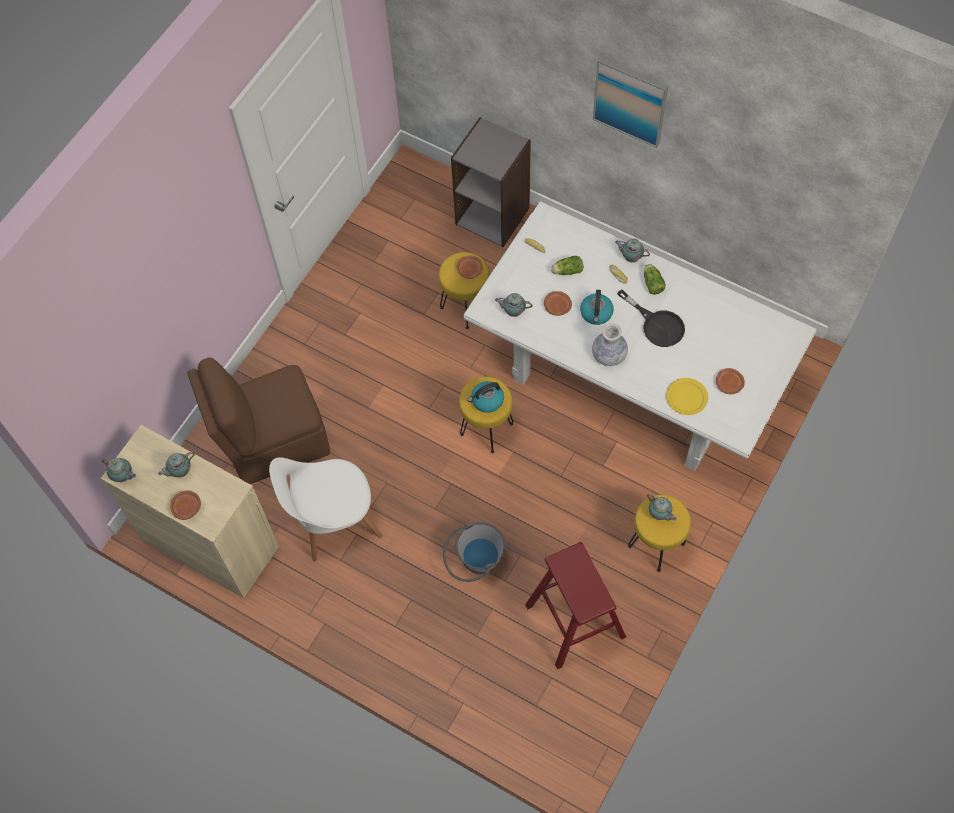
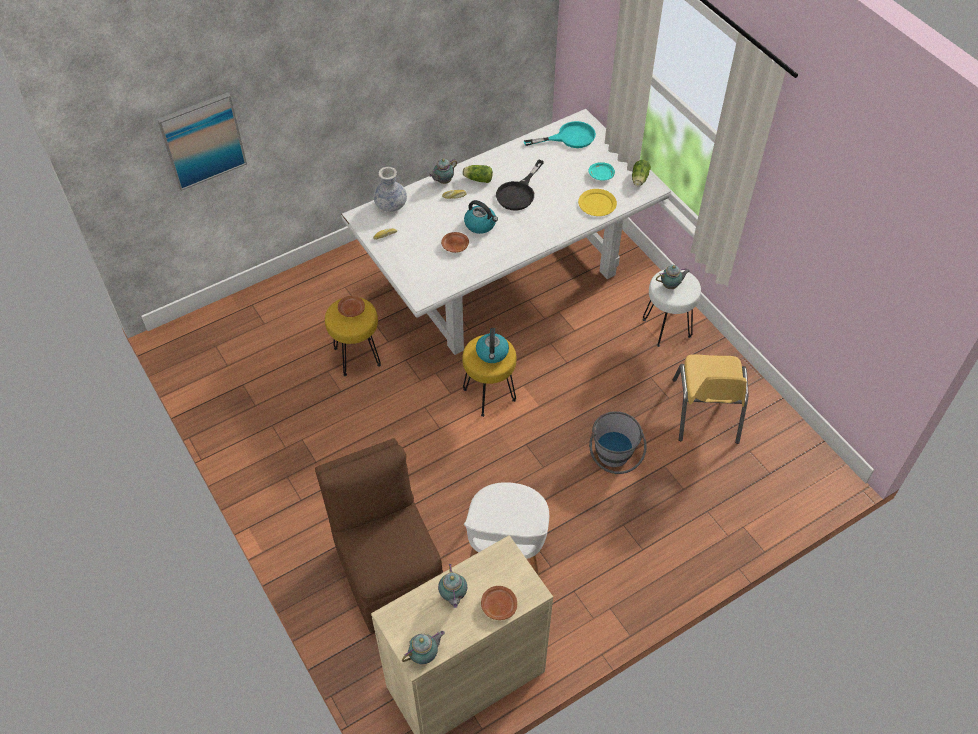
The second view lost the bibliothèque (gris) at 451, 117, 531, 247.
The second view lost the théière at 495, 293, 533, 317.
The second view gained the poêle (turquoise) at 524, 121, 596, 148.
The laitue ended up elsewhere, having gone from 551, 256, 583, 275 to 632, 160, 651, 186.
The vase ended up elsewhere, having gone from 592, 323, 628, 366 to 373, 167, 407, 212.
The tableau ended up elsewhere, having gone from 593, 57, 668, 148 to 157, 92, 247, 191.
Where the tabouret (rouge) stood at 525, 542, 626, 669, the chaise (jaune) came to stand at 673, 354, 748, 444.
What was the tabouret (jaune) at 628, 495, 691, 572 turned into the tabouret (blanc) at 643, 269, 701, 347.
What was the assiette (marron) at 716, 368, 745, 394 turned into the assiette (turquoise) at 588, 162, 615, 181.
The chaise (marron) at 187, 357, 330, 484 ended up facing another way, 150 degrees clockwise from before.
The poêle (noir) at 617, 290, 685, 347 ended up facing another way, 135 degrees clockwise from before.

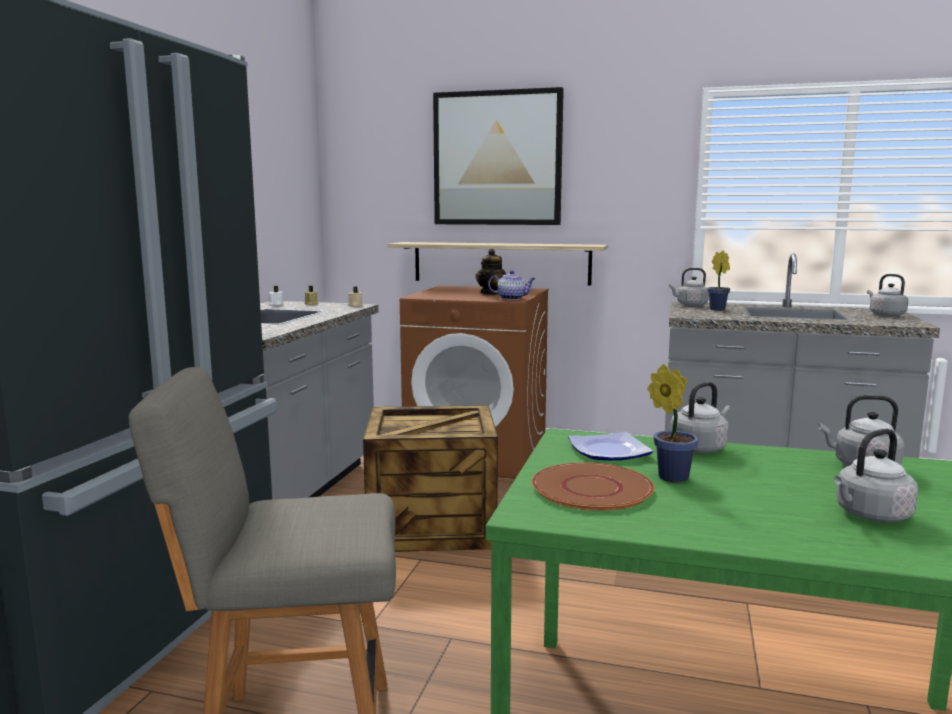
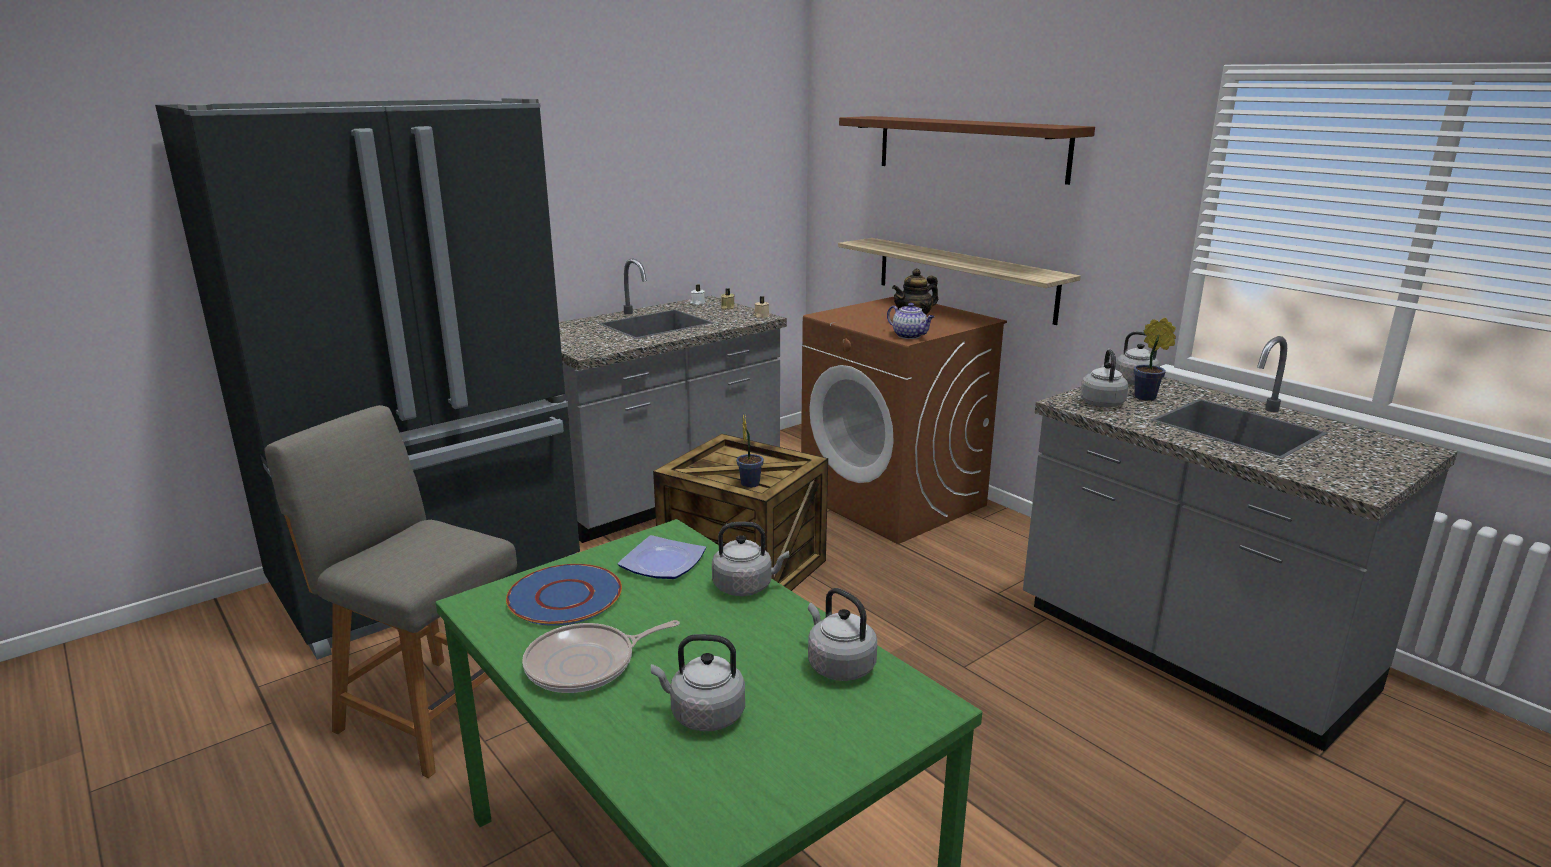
The second view gained the poêle at 522, 620, 680, 693.
The plante en pot ended up elsewhere, having gone from 647, 364, 698, 483 to 736, 414, 764, 488.
The bouilloire (gris) ended up elsewhere, having gone from 867, 274, 909, 316 to 1080, 349, 1128, 407.
Where the tableau hung at 433, 87, 564, 225, the étagère (marron) came to hang at 839, 116, 1095, 185.
What was the assiette (marron) at 532, 463, 654, 511 turned into the assiette (bleu) at 506, 564, 622, 626.

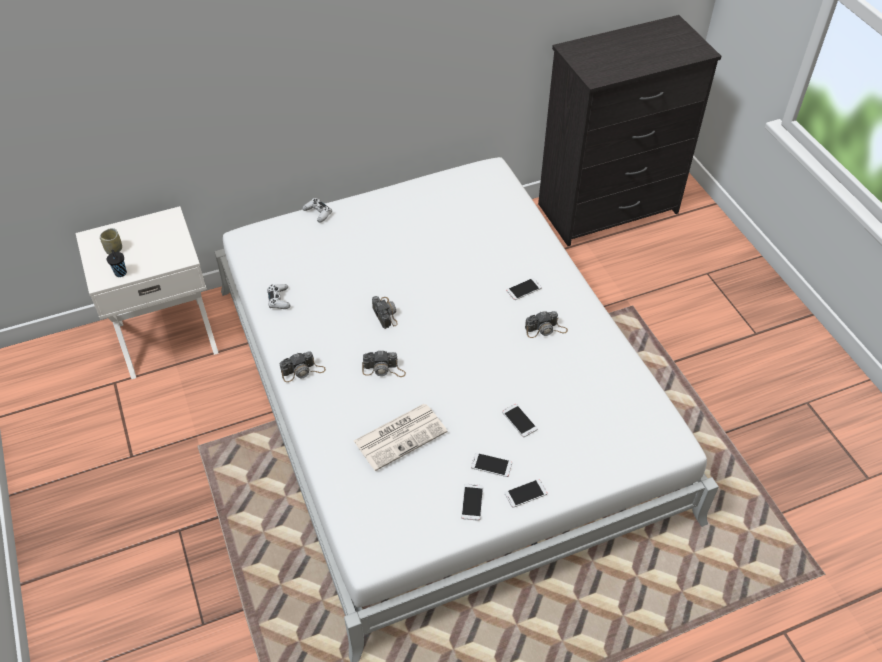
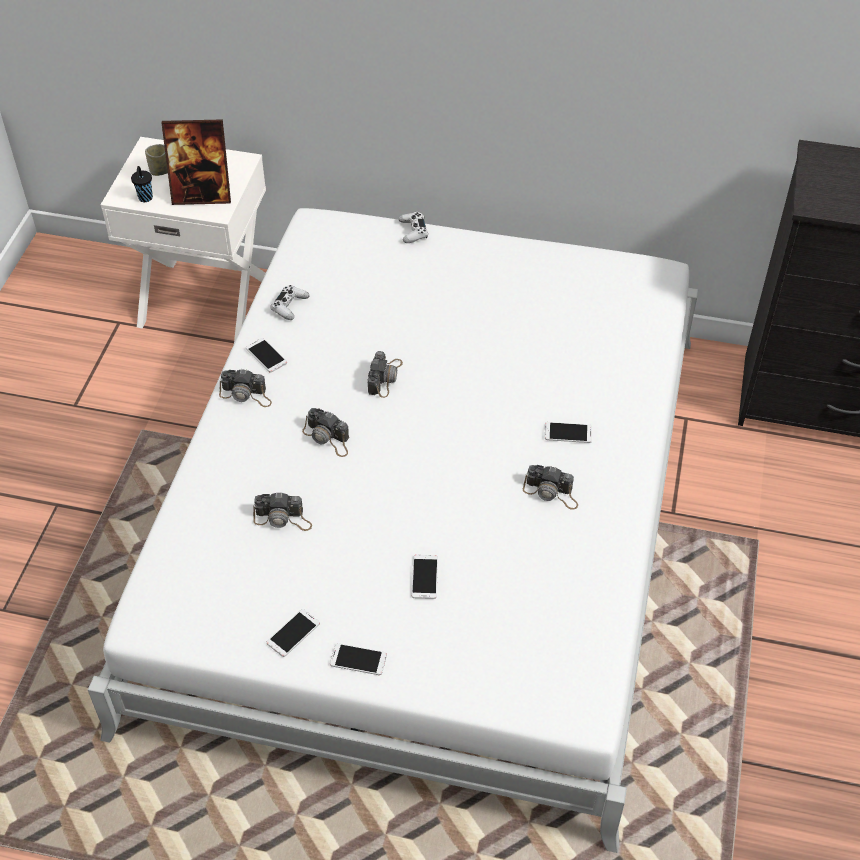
The second view gained the cadre photo at 161, 119, 231, 205.
The téléphone ended up elsewhere, having gone from 471, 453, 512, 477 to 246, 338, 287, 373.
Where the journal stood at 354, 404, 447, 471, the appareil photo came to stand at 253, 492, 312, 531.

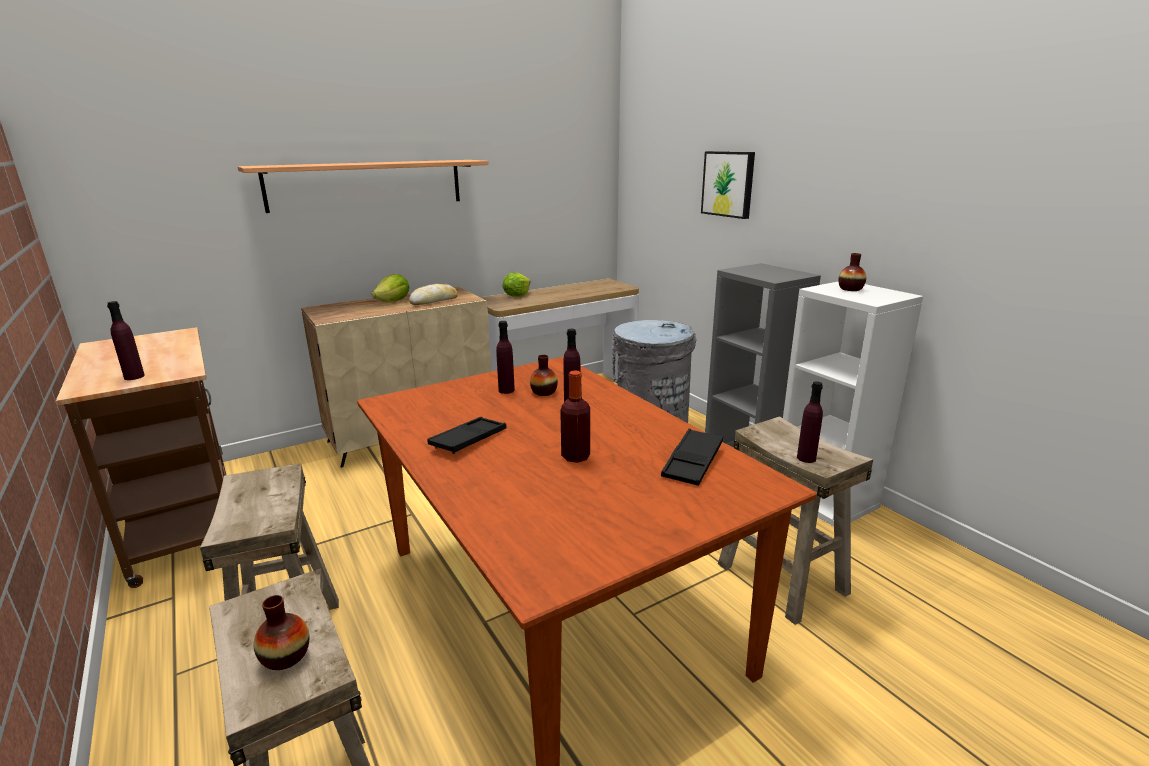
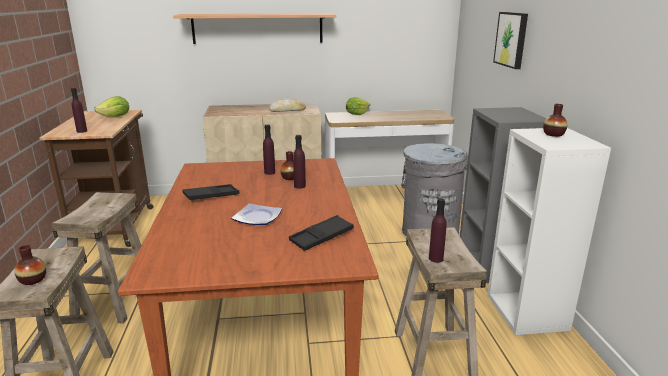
The laitue ended up elsewhere, having gone from 372, 274, 409, 302 to 94, 96, 129, 117.
Where the bouteille stood at 560, 370, 590, 463, the assiette came to stand at 231, 204, 282, 225.

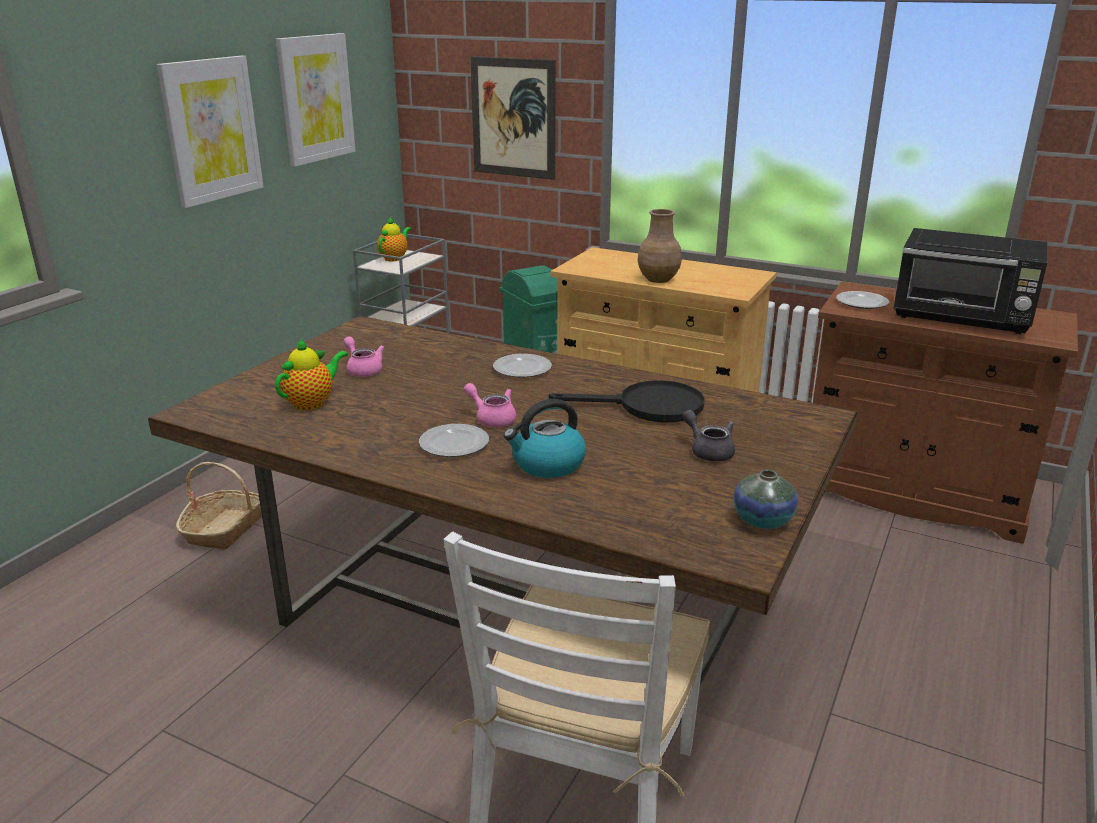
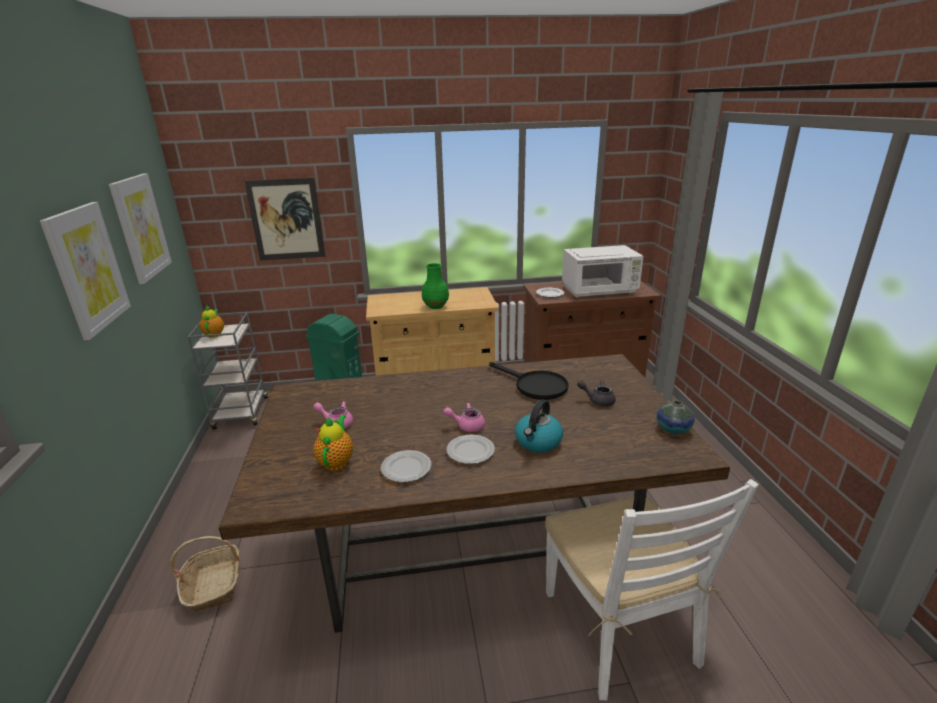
The assiette ended up elsewhere, having gone from 493, 354, 552, 378 to 381, 450, 431, 482.
What was the vase (marron) at 638, 209, 682, 283 turned into the vase (vert) at 422, 263, 449, 309.
What was the micro-ondes (noir) at 893, 228, 1047, 334 turned into the micro-ondes (blanc) at 562, 245, 644, 298.
The poêle (noir) at 549, 380, 705, 423 ended up facing another way, 75 degrees clockwise from before.

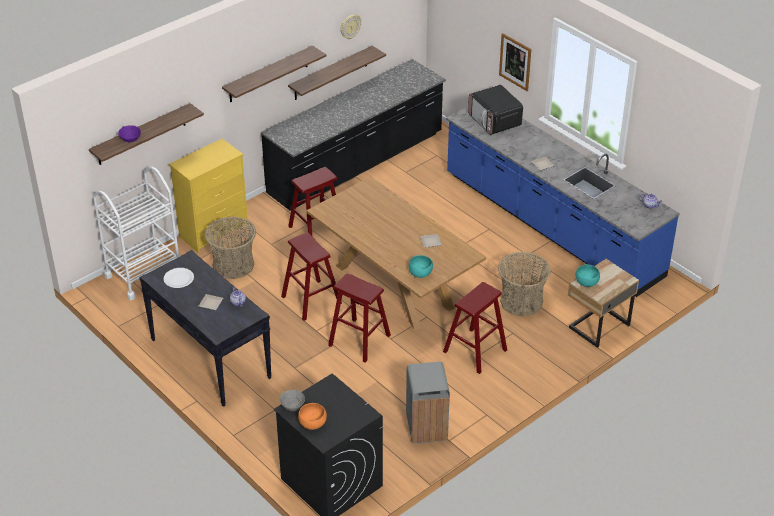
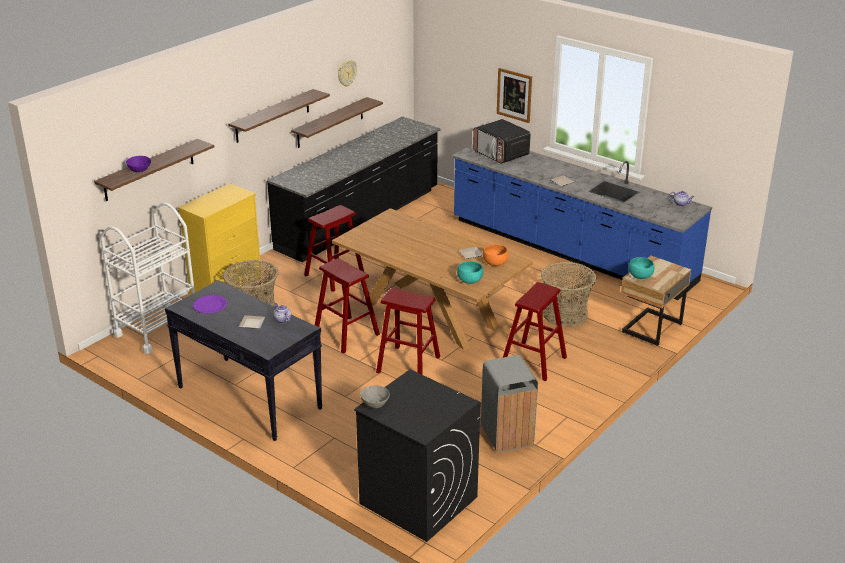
The bol (orange) ended up elsewhere, having gone from 298, 403, 327, 430 to 483, 244, 509, 266.
What was the assiette (blanc) at 163, 268, 194, 288 turned into the assiette (violet) at 193, 295, 227, 314.

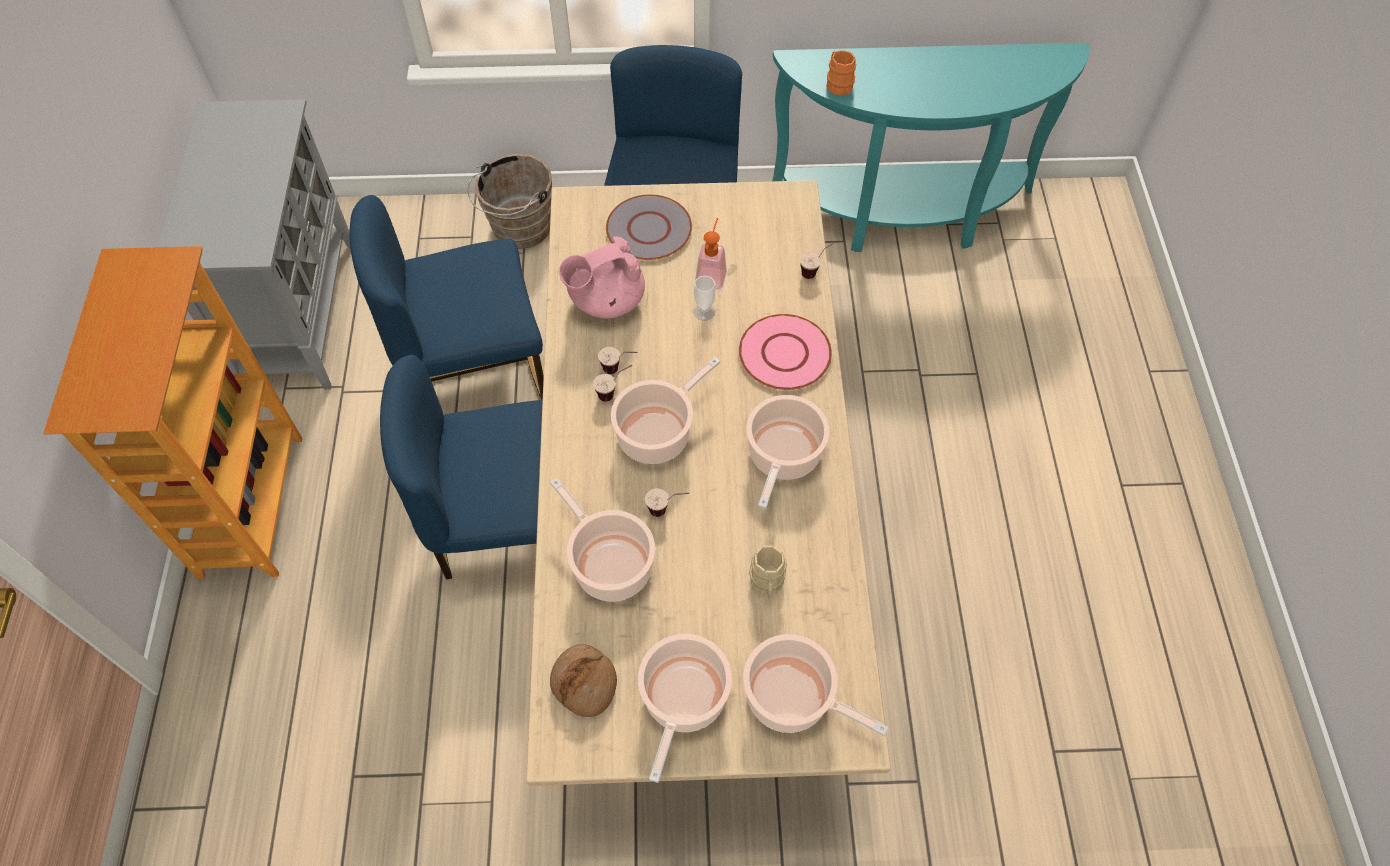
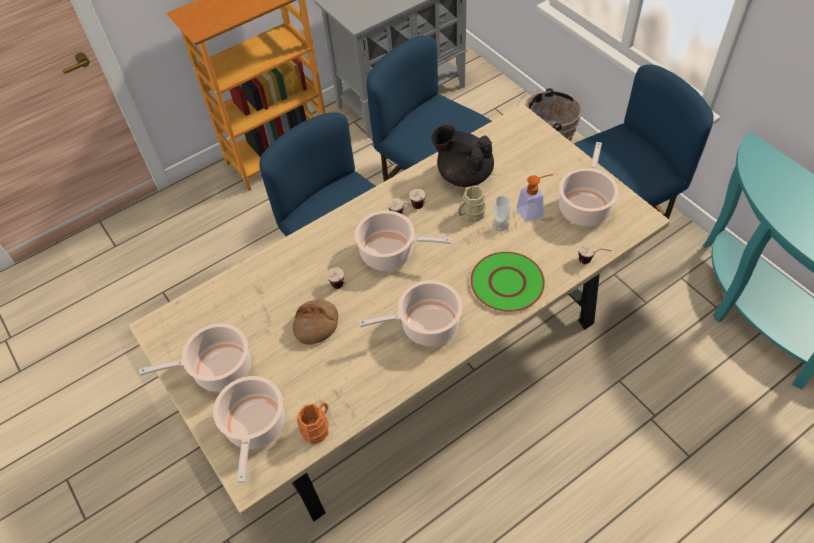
The second view lost the assiette (gris) at 606, 194, 692, 260.
The marmite ended up elsewhere, having gone from 550, 478, 655, 601 to 559, 142, 619, 226.
The pain ended up elsewhere, having gone from 550, 644, 617, 717 to 293, 300, 338, 344.
The mug (beige) ended up elsewhere, having gone from 749, 546, 787, 599 to 458, 186, 486, 222.
The mug (orange) ended up elsewhere, having gone from 826, 50, 856, 96 to 297, 402, 329, 444.
What was the théière (rose) at 559, 236, 645, 319 turned into the théière (noir) at 431, 125, 494, 187.
What was the assiette (rose) at 739, 314, 832, 390 turned into the assiette (vert) at 470, 252, 545, 312.

